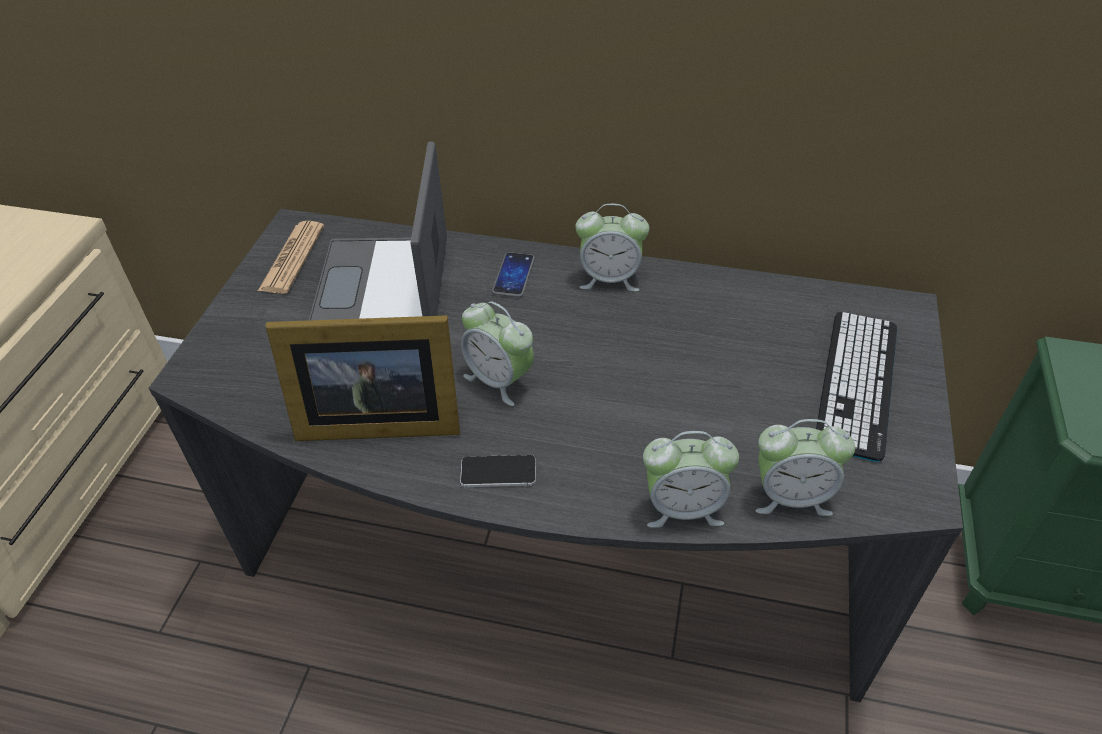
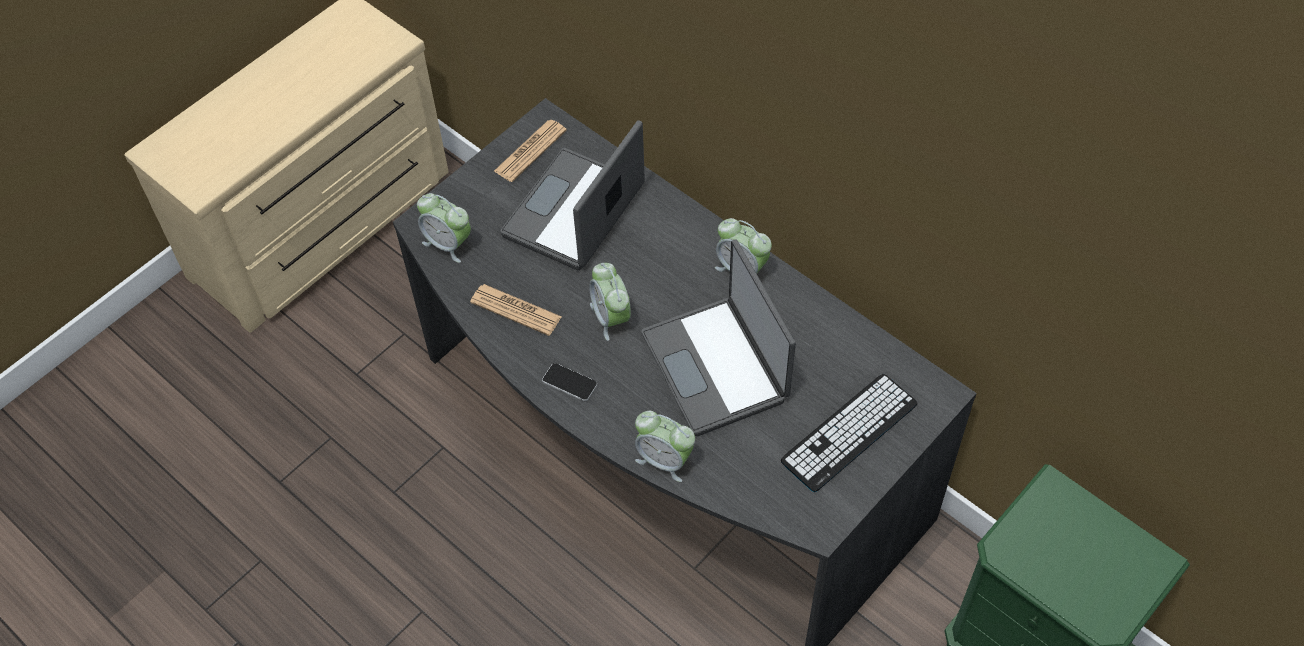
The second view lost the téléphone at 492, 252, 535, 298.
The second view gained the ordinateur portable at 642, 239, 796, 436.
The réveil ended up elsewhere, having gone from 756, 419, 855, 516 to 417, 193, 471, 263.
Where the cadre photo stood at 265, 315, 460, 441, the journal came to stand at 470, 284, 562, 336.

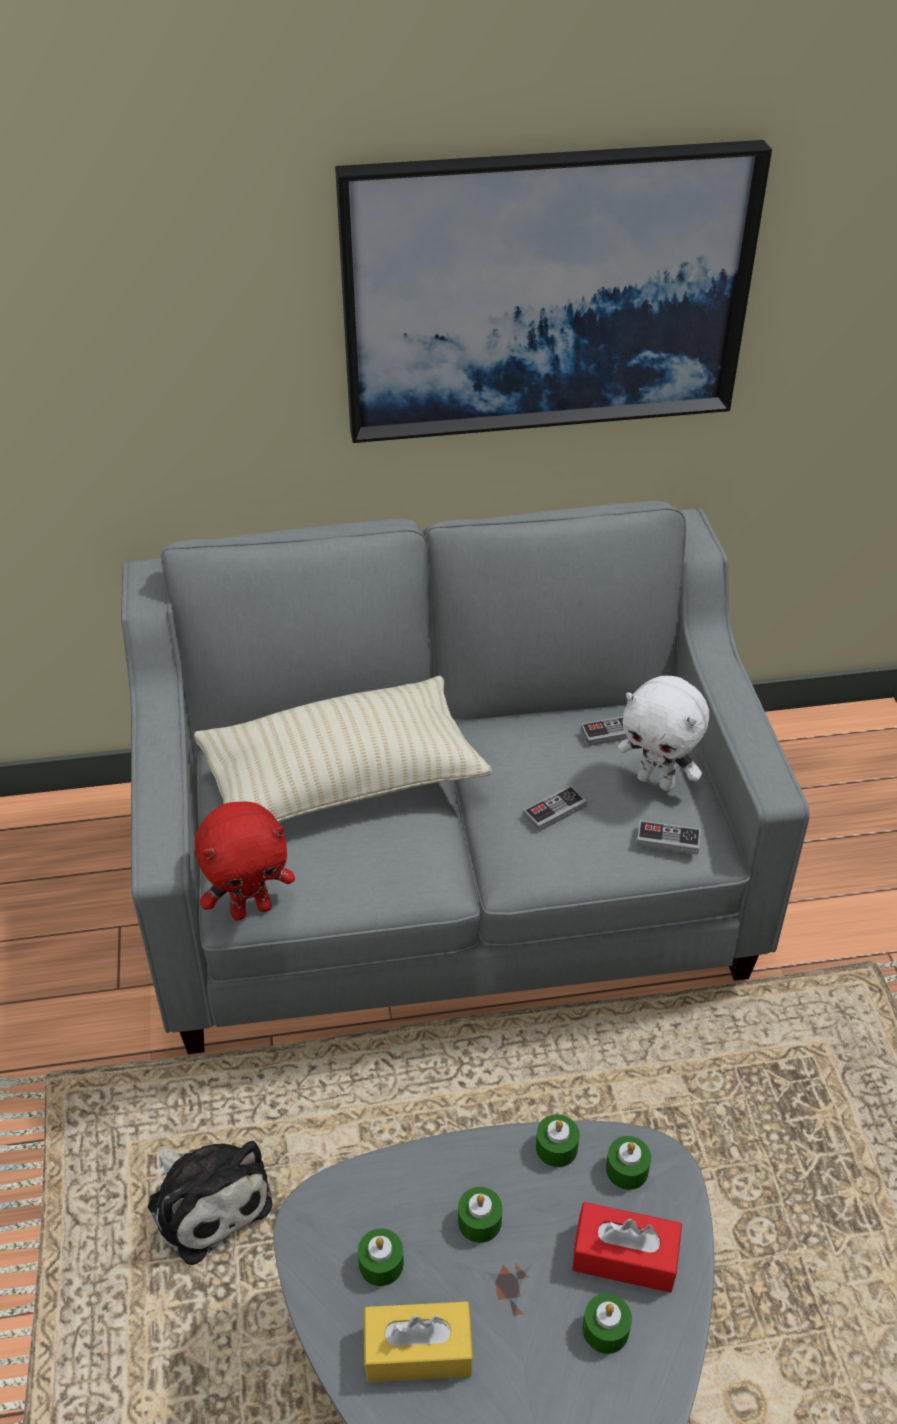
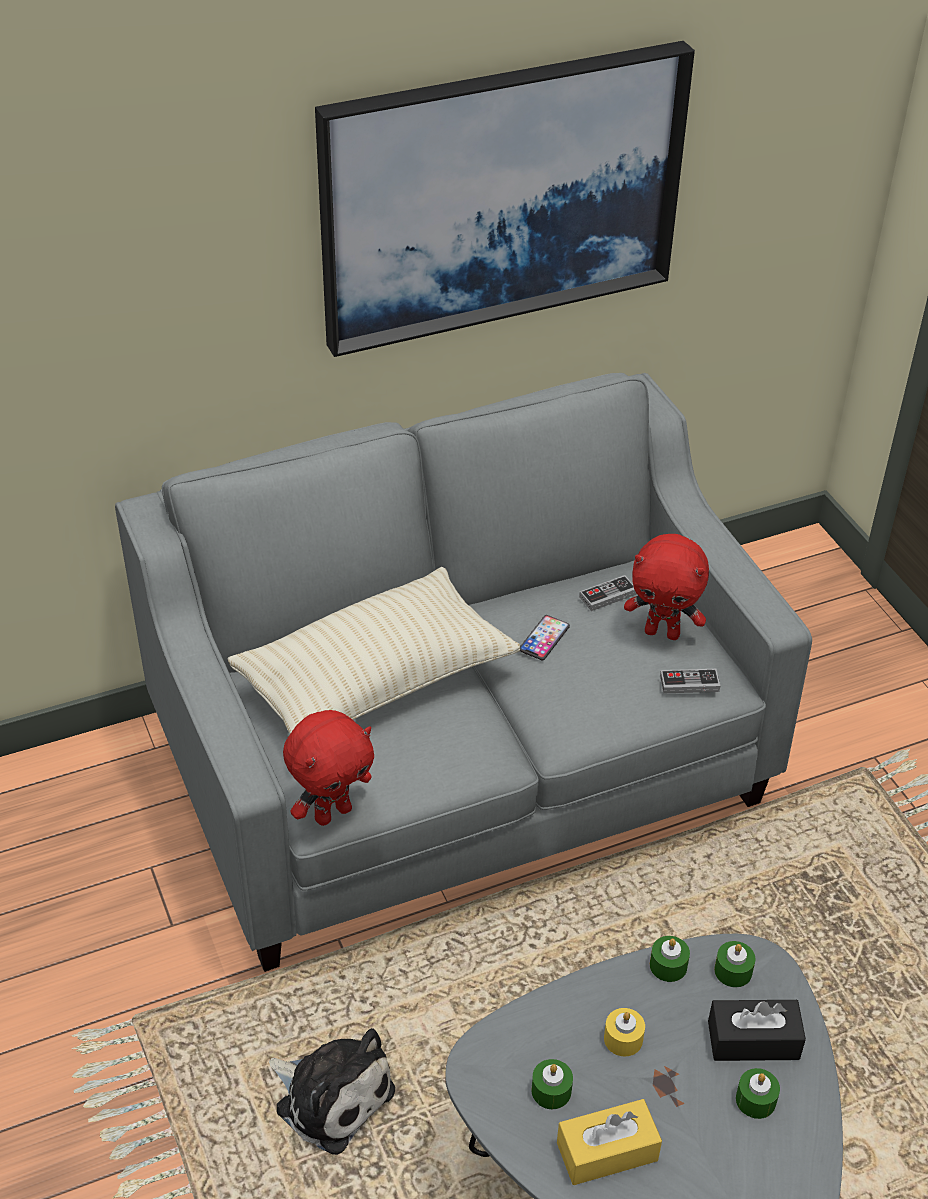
The second view lost the manette at 523, 786, 587, 832.
The second view gained the téléphone at 520, 615, 570, 660.
What was the bougie (vert) at 458, 1187, 502, 1243 turned into the bougie (jaune) at 604, 1008, 645, 1056.
What was the boîte à mouchoirs (rouge) at 572, 1202, 682, 1293 turned into the boîte à mouchoirs (noir) at 708, 1000, 806, 1061.
What was the peluche (blanc) at 617, 676, 710, 791 turned into the peluche (rouge) at 624, 534, 709, 640.

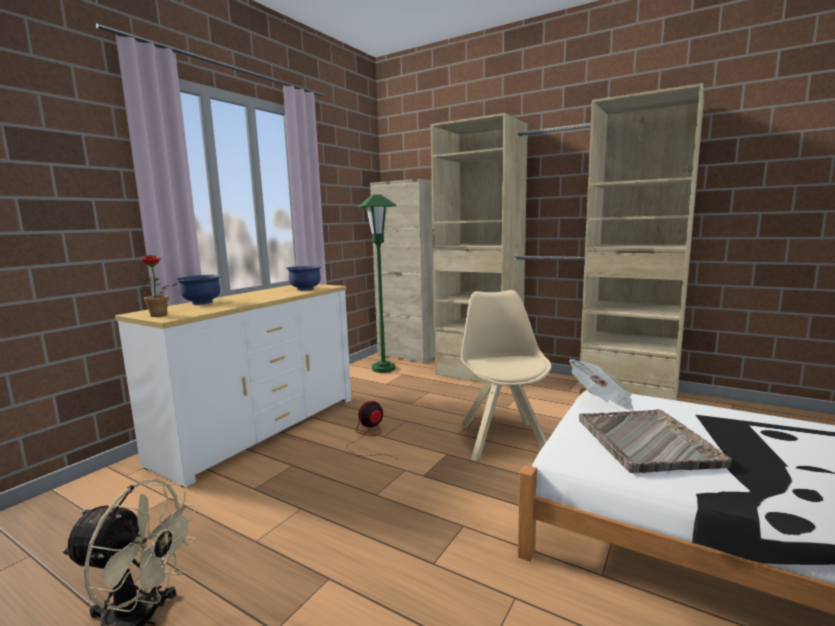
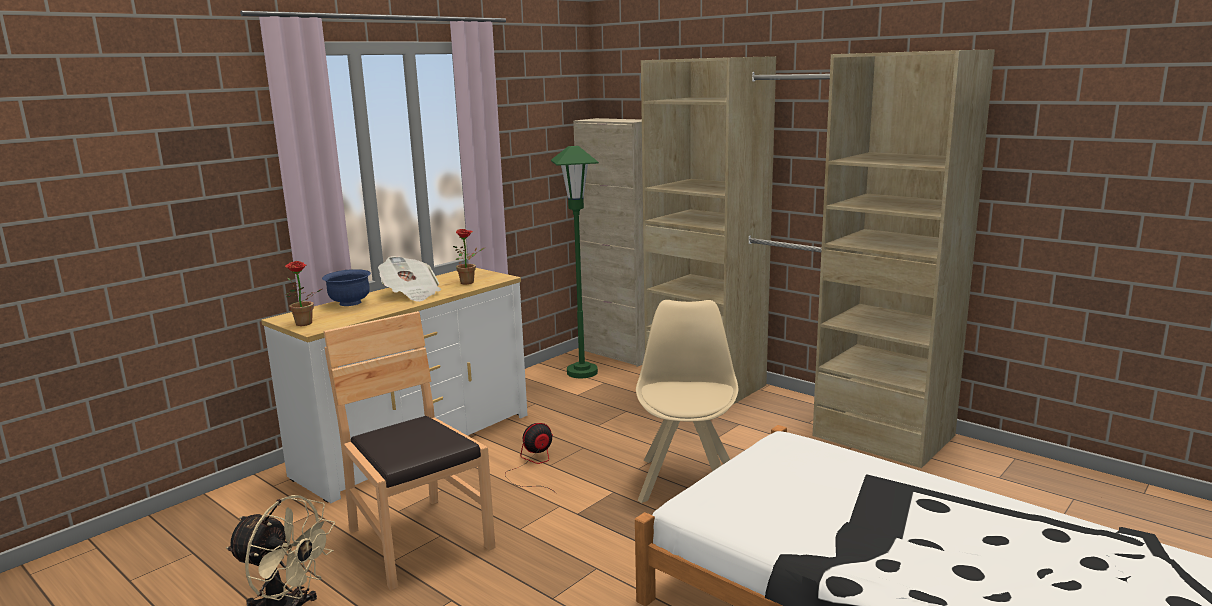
The second view lost the plateau (gris) at 579, 409, 732, 473.
The second view gained the chaise (marron) at 324, 311, 495, 591.
The journal ended up elsewhere, having gone from 569, 359, 634, 411 to 378, 256, 441, 302.
Where the bol (bleu) stood at 286, 266, 322, 291, the plante en pot came to stand at 453, 229, 486, 284.

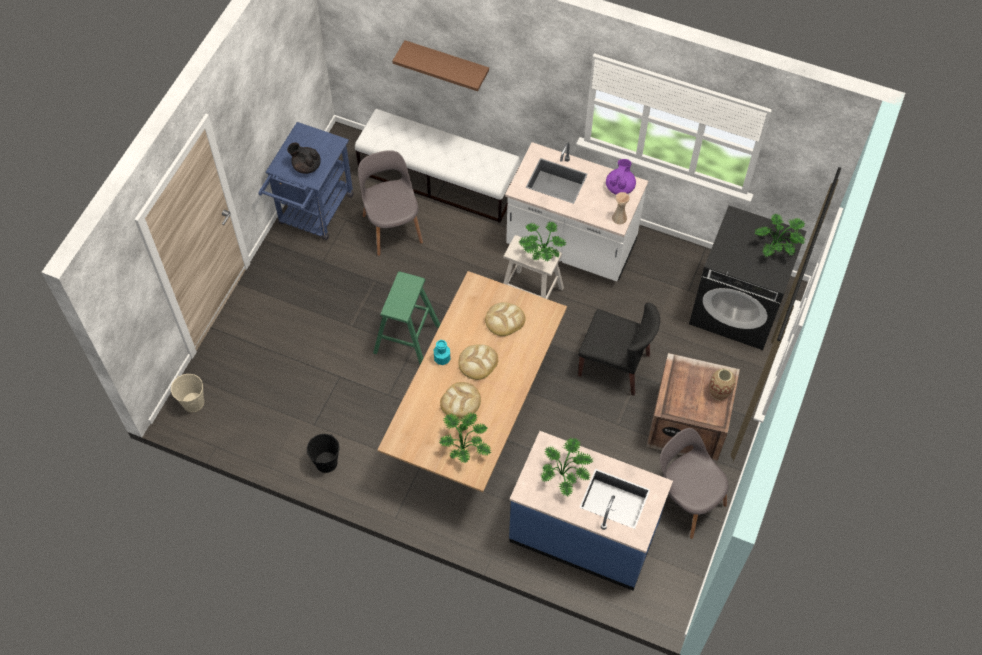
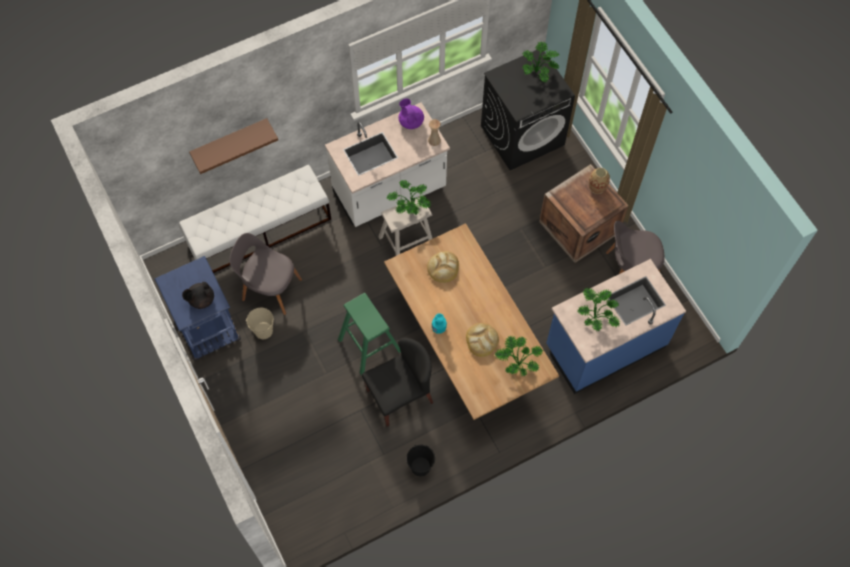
The second view lost the pain at 458, 344, 498, 380.
The seau (beige) ended up elsewhere, having gone from 171, 374, 204, 413 to 246, 308, 274, 339.
The chaise (noir) ended up elsewhere, having gone from 578, 303, 660, 396 to 362, 338, 433, 427.

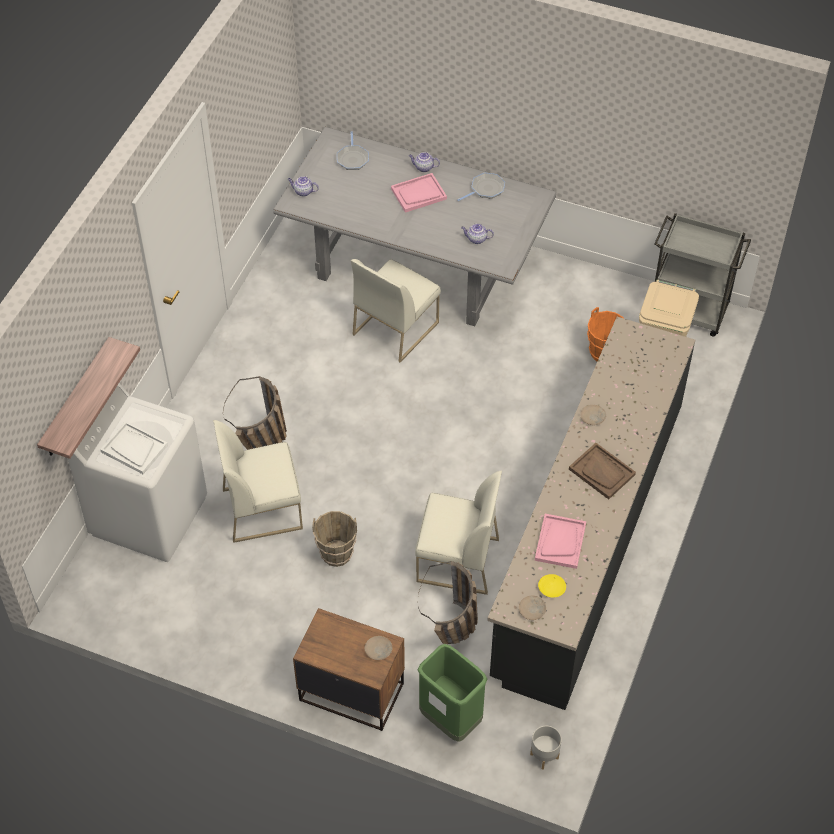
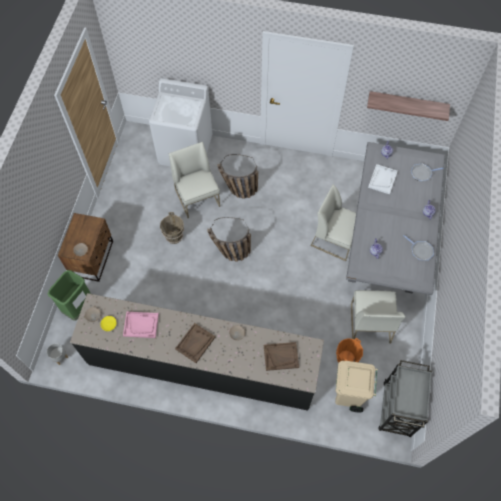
The second view lost the plateau (rose) at 391, 173, 447, 213.
The second view gained the plateau (marron) at 264, 342, 299, 371.
The étagère ended up elsewhere, having gone from 37, 337, 140, 459 to 367, 91, 450, 121.
The plateau (blanc) ended up elsewhere, having gone from 100, 421, 168, 474 to 368, 164, 398, 194.
The chaise (blanc) ended up elsewhere, having gone from 415, 471, 502, 595 to 351, 290, 405, 344.
The panier ended up elsewhere, having gone from 418, 561, 478, 644 to 207, 217, 251, 262.

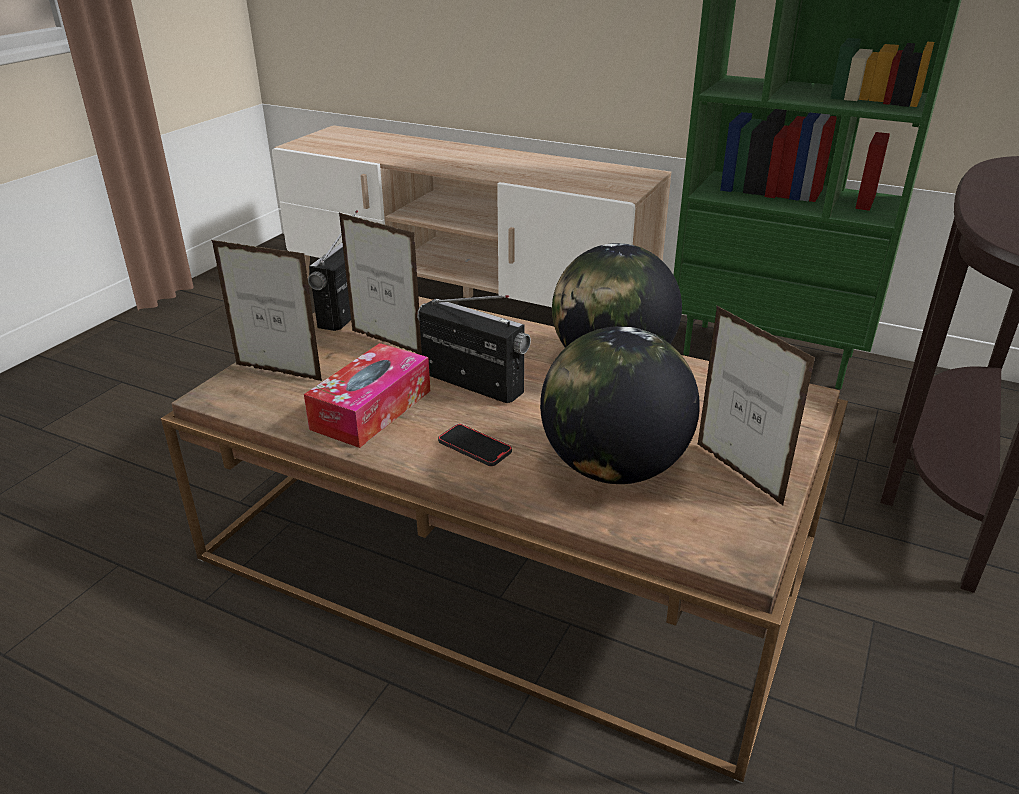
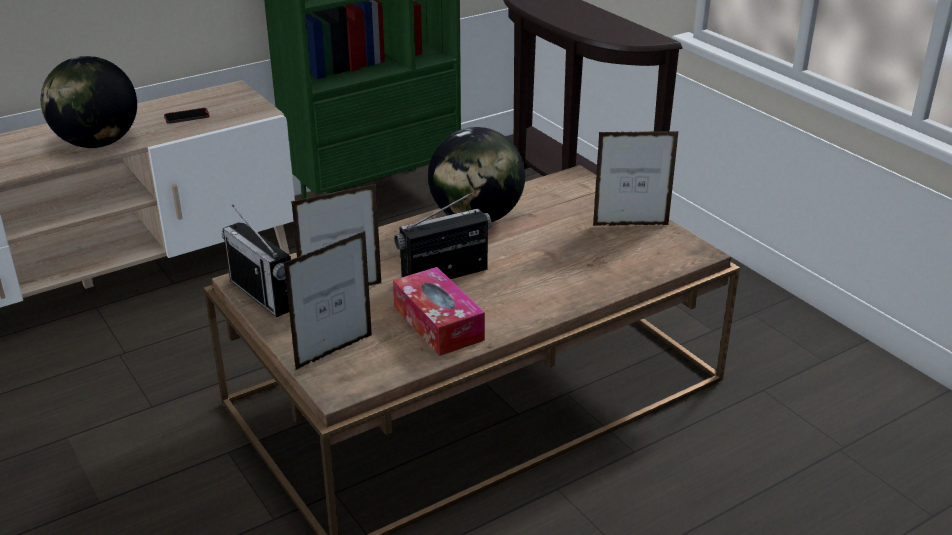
The téléphone ended up elsewhere, having gone from 438, 424, 512, 466 to 164, 108, 210, 124.
The globe ended up elsewhere, having gone from 540, 326, 700, 484 to 41, 56, 137, 148.

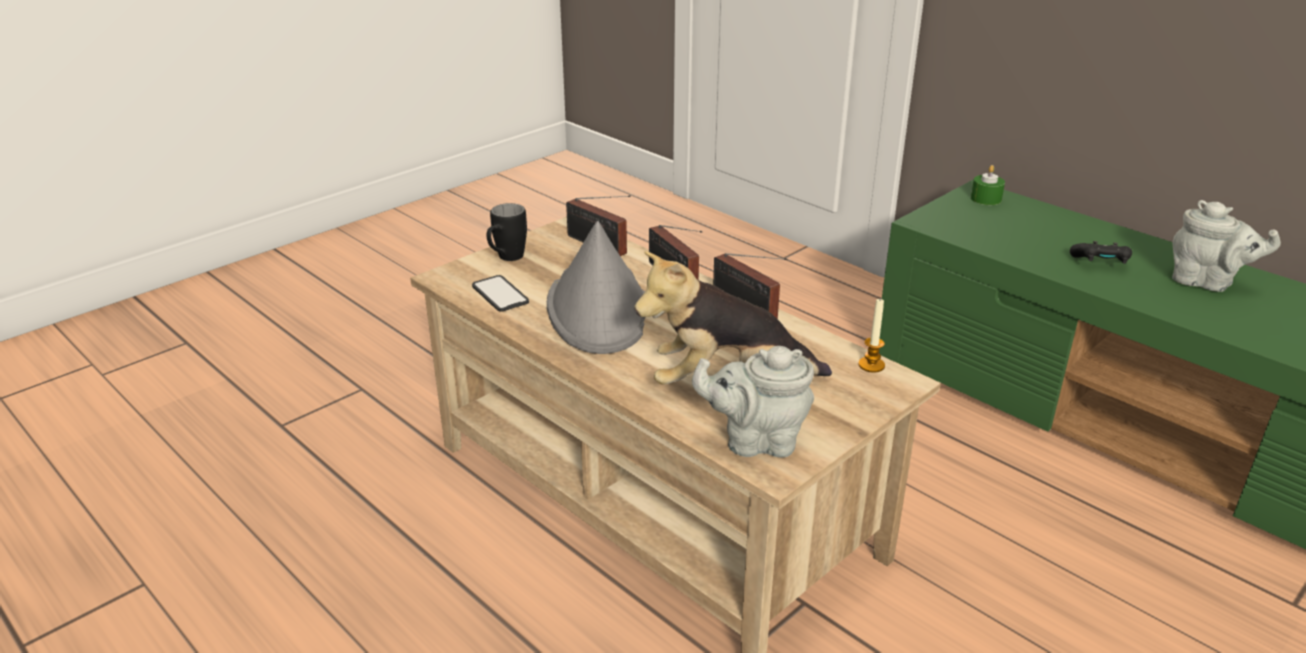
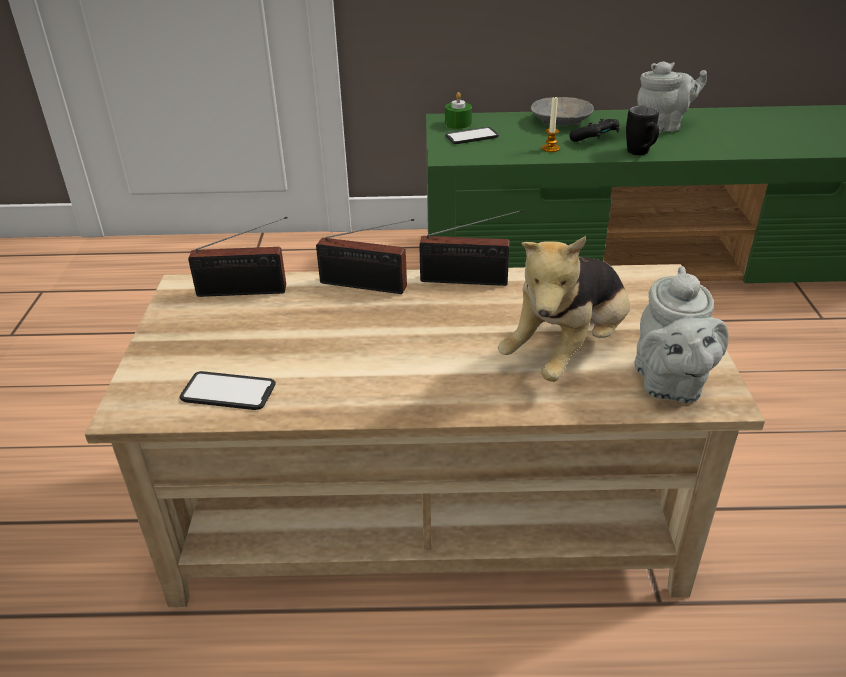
The second view lost the chapeau (gris) at 547, 221, 645, 354.
The second view gained the téléphone at 445, 127, 499, 144.
The second view gained the bol (gris) at 531, 97, 594, 125.
The mug (noir) ended up elsewhere, having gone from 487, 203, 527, 261 to 626, 106, 659, 155.
The bougie ended up elsewhere, having gone from 858, 297, 885, 373 to 542, 97, 560, 152.
The théière (gris) at 692, 346, 814, 458 ended up facing another way, 45 degrees counterclockwise from before.

